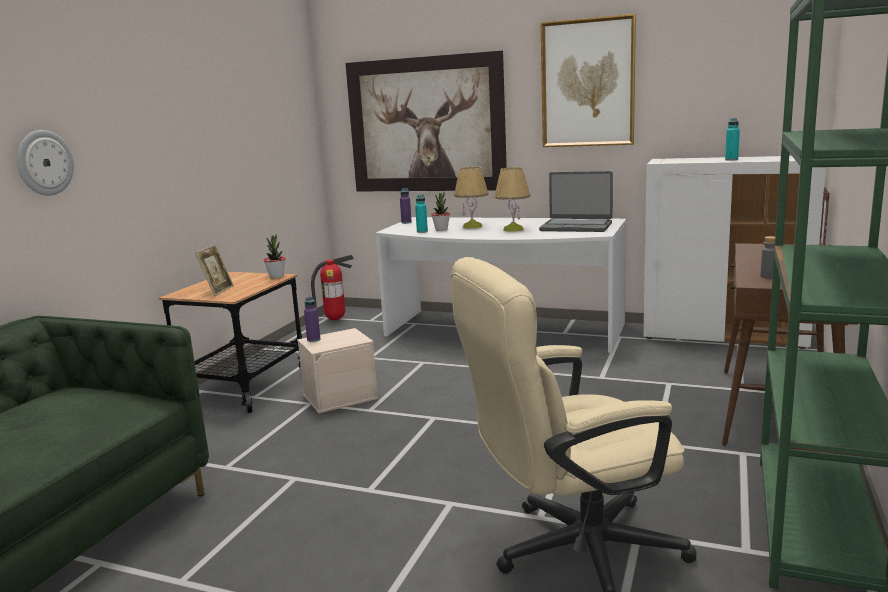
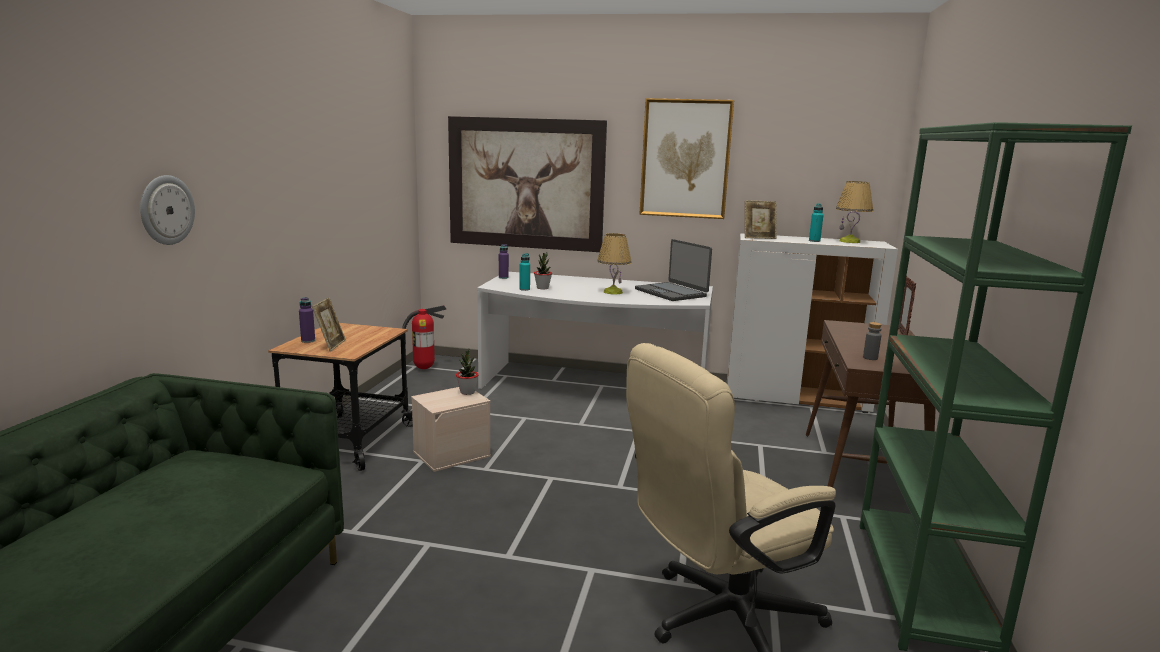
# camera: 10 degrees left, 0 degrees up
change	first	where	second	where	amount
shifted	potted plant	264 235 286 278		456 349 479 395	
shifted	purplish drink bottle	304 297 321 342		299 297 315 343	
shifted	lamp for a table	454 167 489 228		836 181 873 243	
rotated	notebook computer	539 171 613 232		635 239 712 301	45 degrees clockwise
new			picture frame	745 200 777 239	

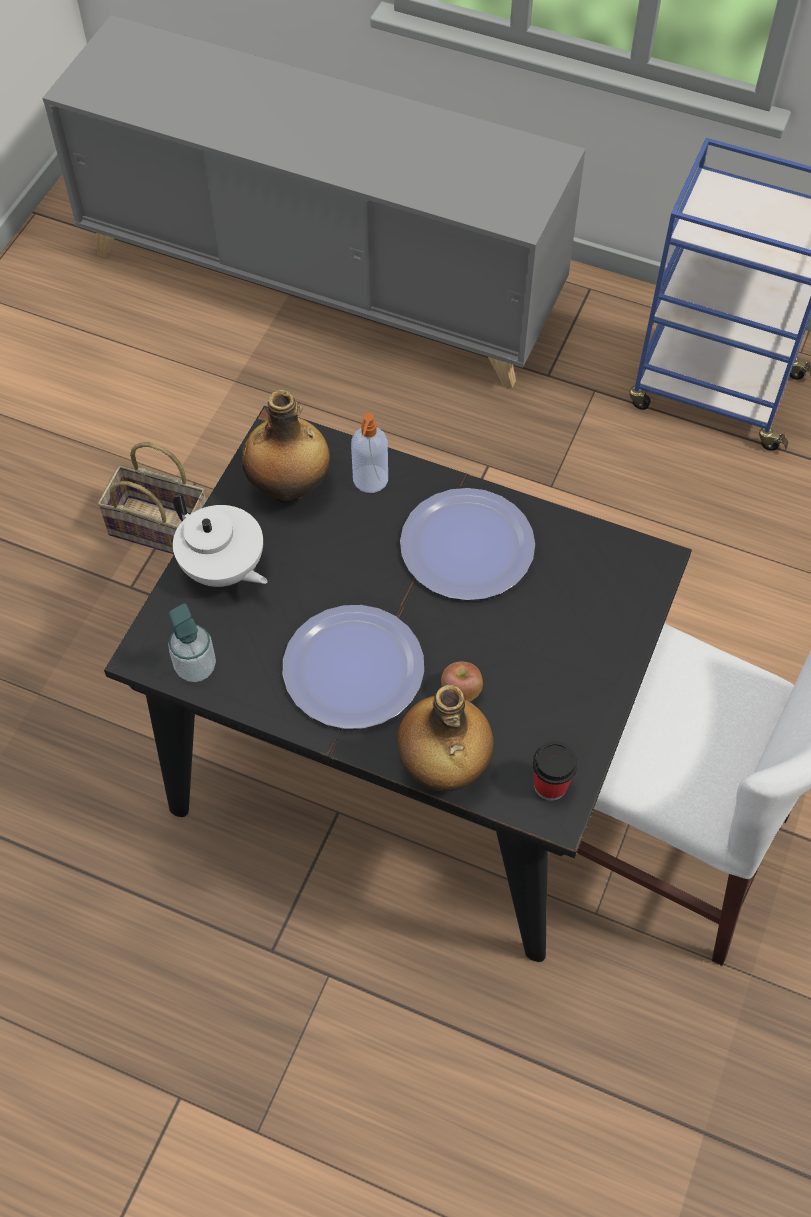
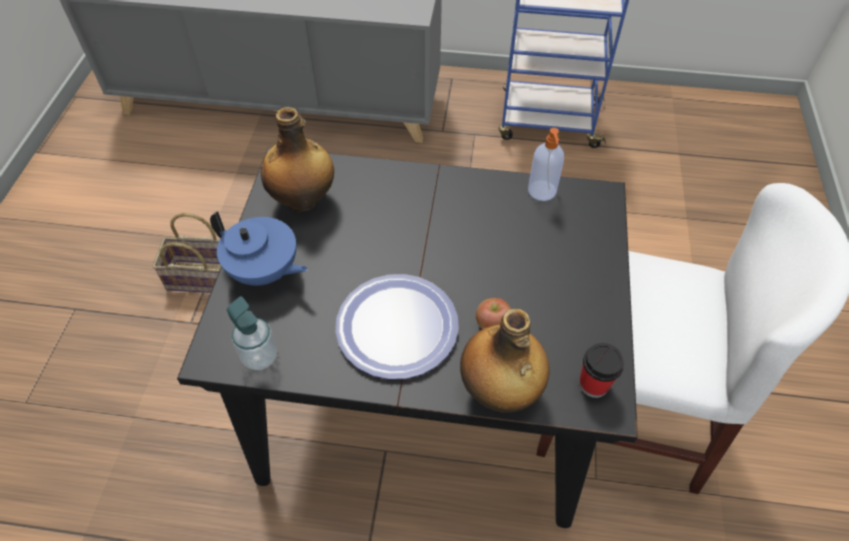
# camera: 15 degrees left, 5 degrees down
change	first	where	second	where	amount
repainted	white teapot	173 494 268 587	blue teapot	210 211 308 286	
shifted	soap bottle	351 413 388 493		528 128 564 201	
gone	plate	400 488 535 601			

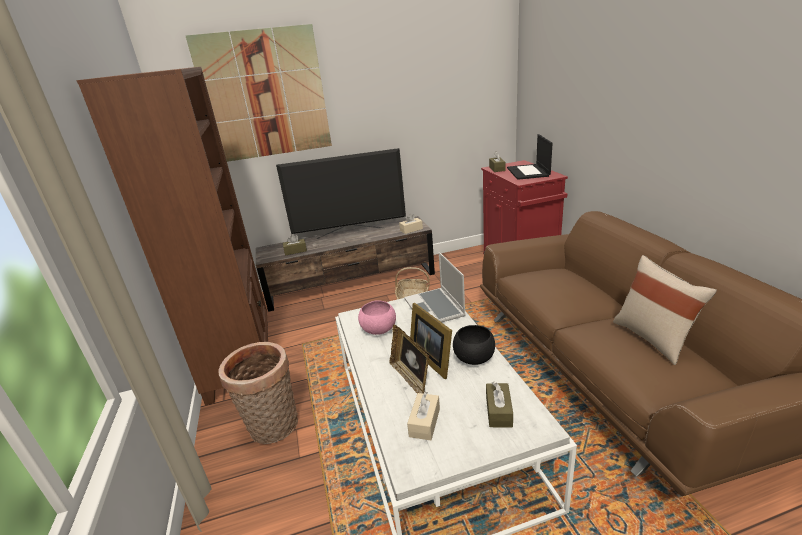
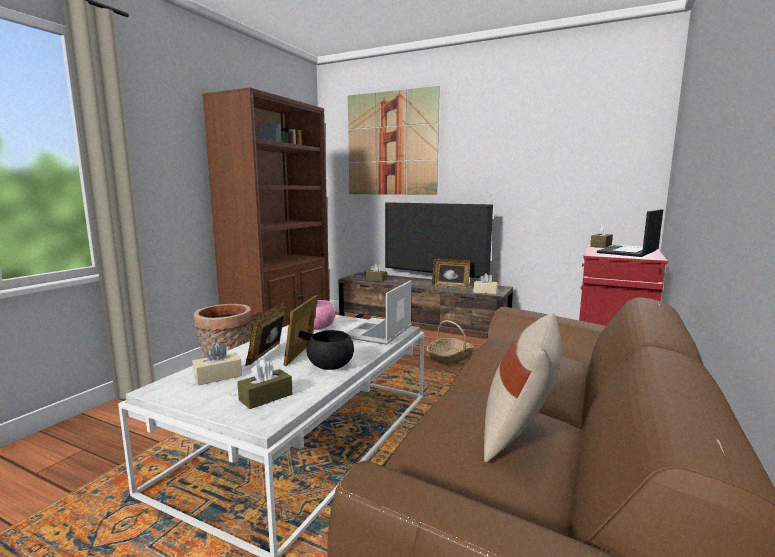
# camera: 40 degrees right, 15 degrees down
change	first	where	second	where	amount
new			picture frame	432 259 470 289	

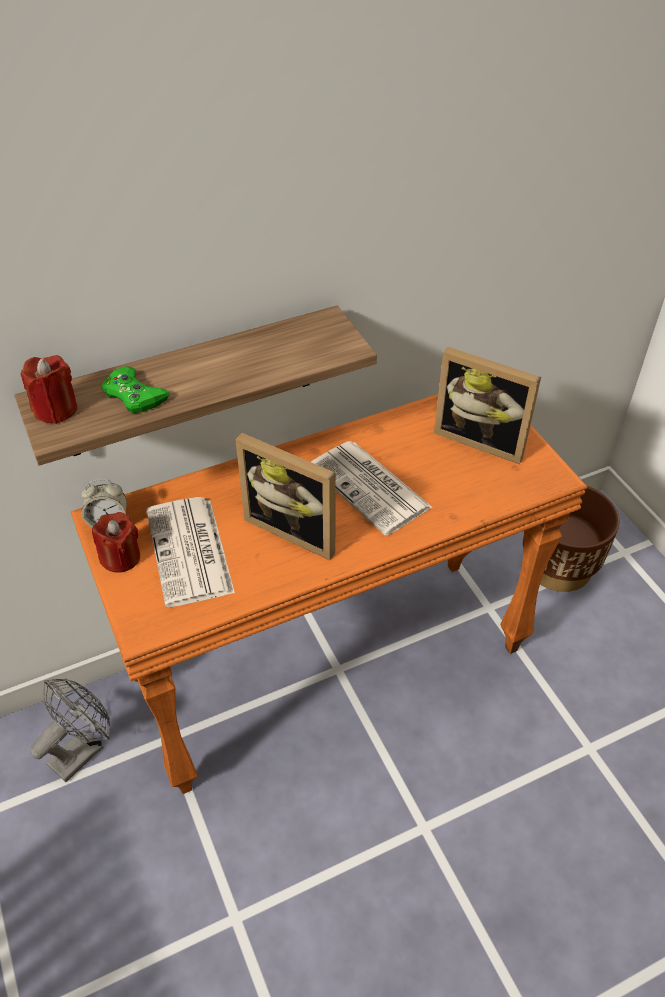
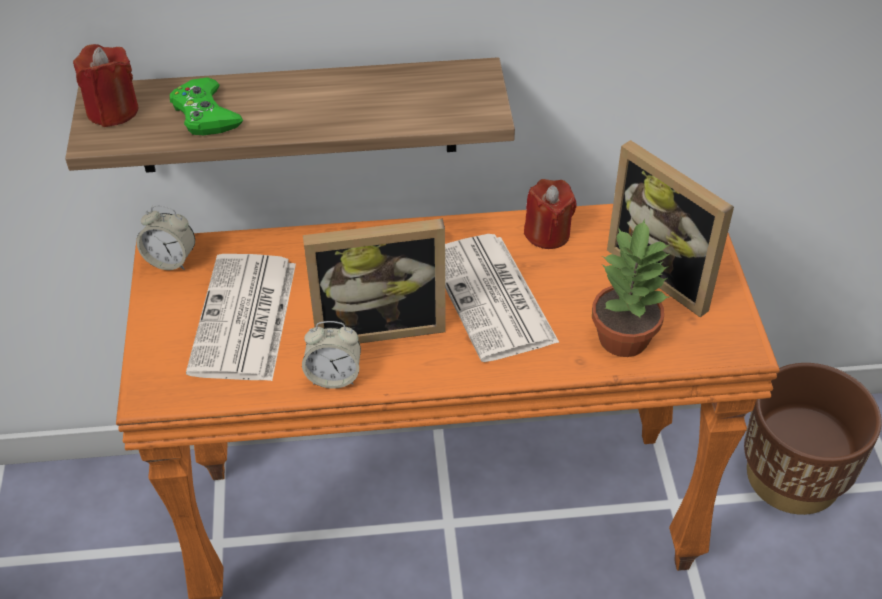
# camera: 20 degrees right, 0 degrees up
change	first	where	second	where	amount
gone	grey cooling fan	30 679 110 782			
shifted	reddish wax candle	92 512 140 573		524 179 577 249	
rotated	picture frame	235 433 336 560		303 218 446 343	60 degrees counterclockwise
new			bedside clock	302 321 361 389	
new			potted plant	592 218 670 357	

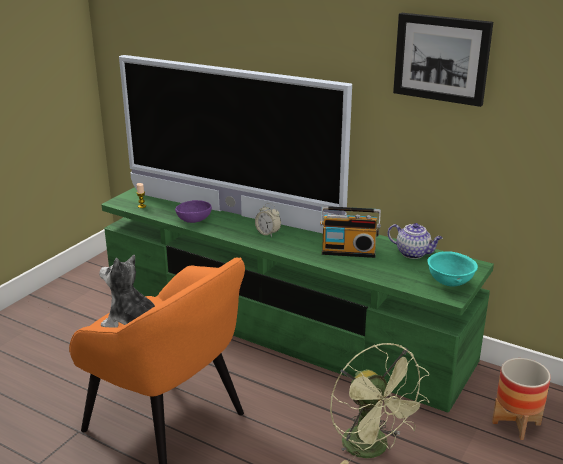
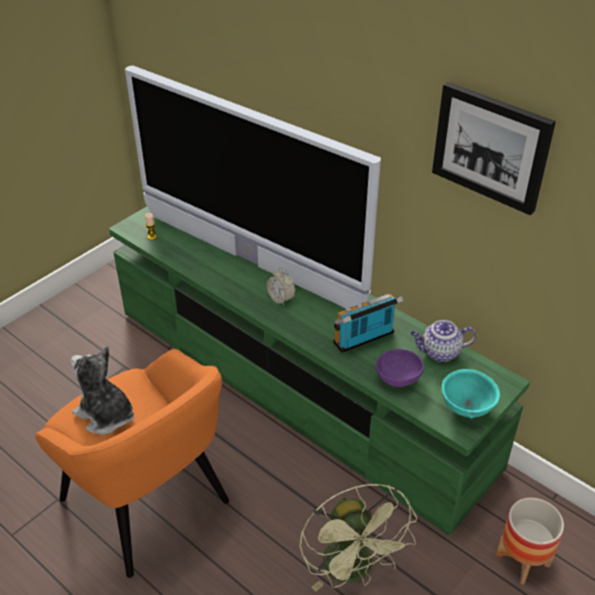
# camera: 10 degrees right, 15 degrees up
change	first	where	second	where	amount
shifted	purplish serving bowl	175 200 212 223		376 349 424 387	
rotated	radio set	320 206 381 258		333 294 404 353	135 degrees clockwise
rotated	teapot	388 223 443 259		411 320 476 362	135 degrees clockwise

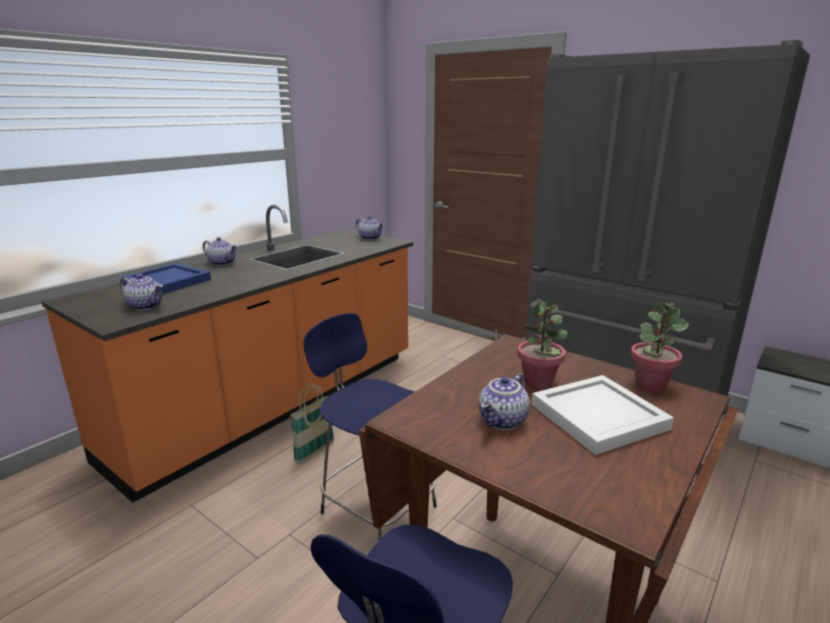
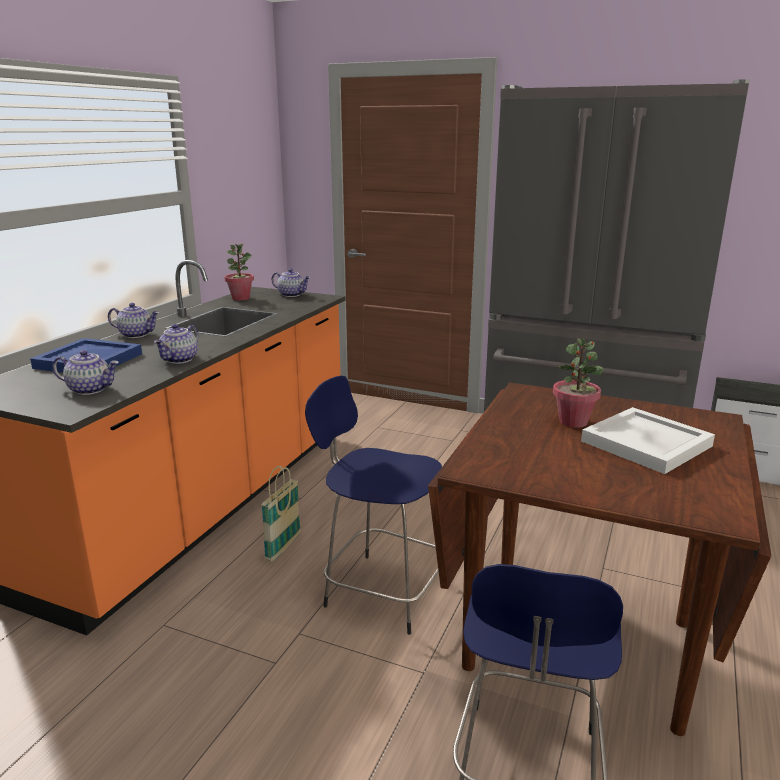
# camera: 15 degrees left, 0 degrees up
change	first	where	second	where	amount
shifted	teapot	479 373 530 430		154 324 198 364	
shifted	potted plant	631 302 689 392		225 244 254 301	

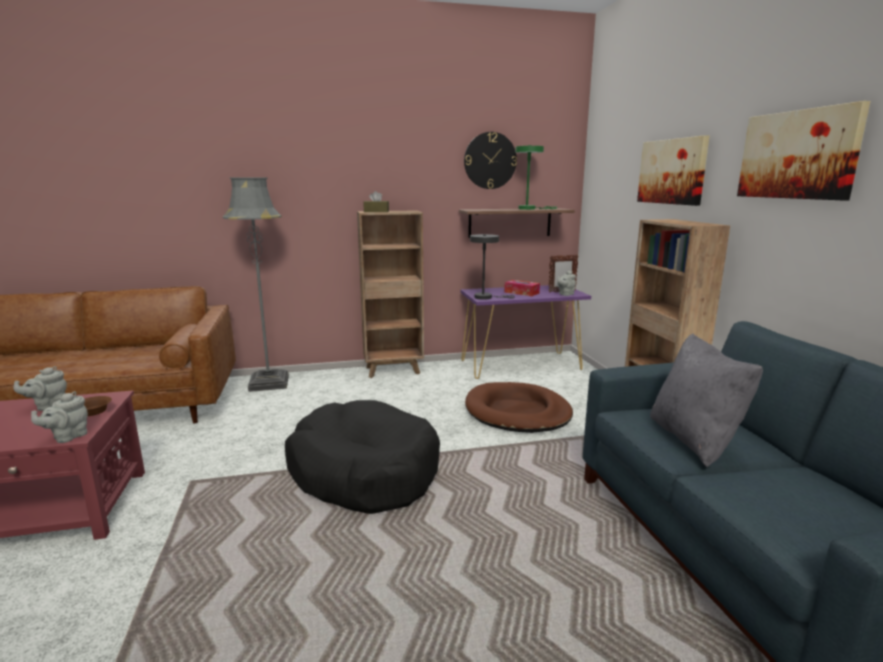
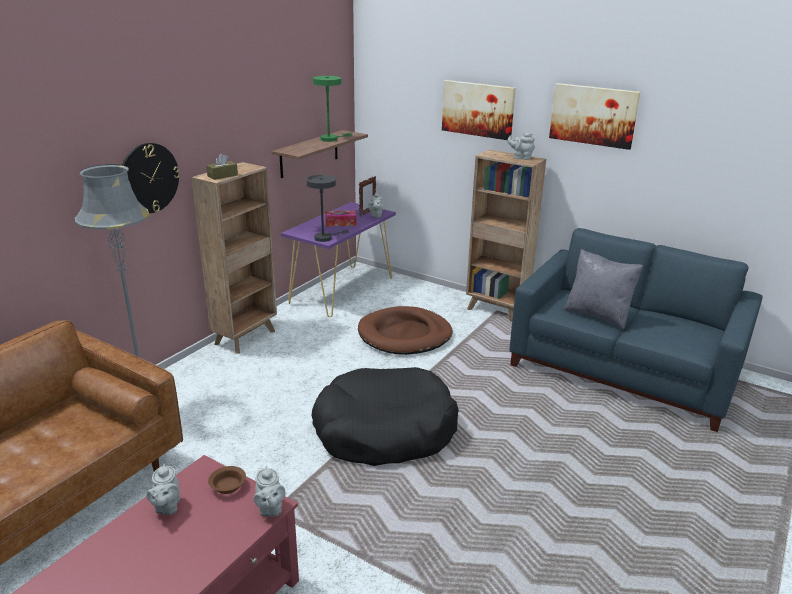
# camera: 45 degrees left, 10 degrees up
change	first	where	second	where	amount
shifted	wall clock	464 132 517 189		122 143 180 213	
new			grey teapot	507 133 535 160	

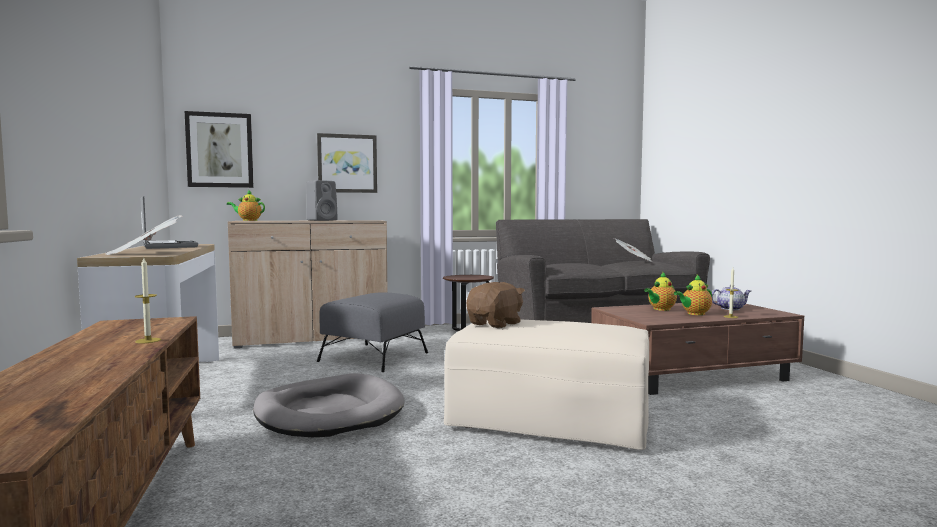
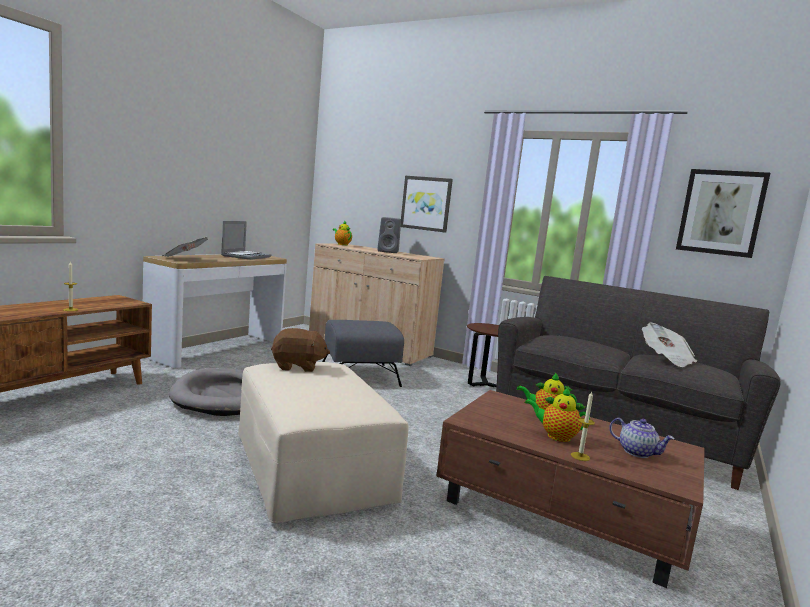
# camera: 45 degrees right, 5 degrees up
change	first	where	second	where	amount
shifted	wall art	185 111 254 188		676 169 770 258	

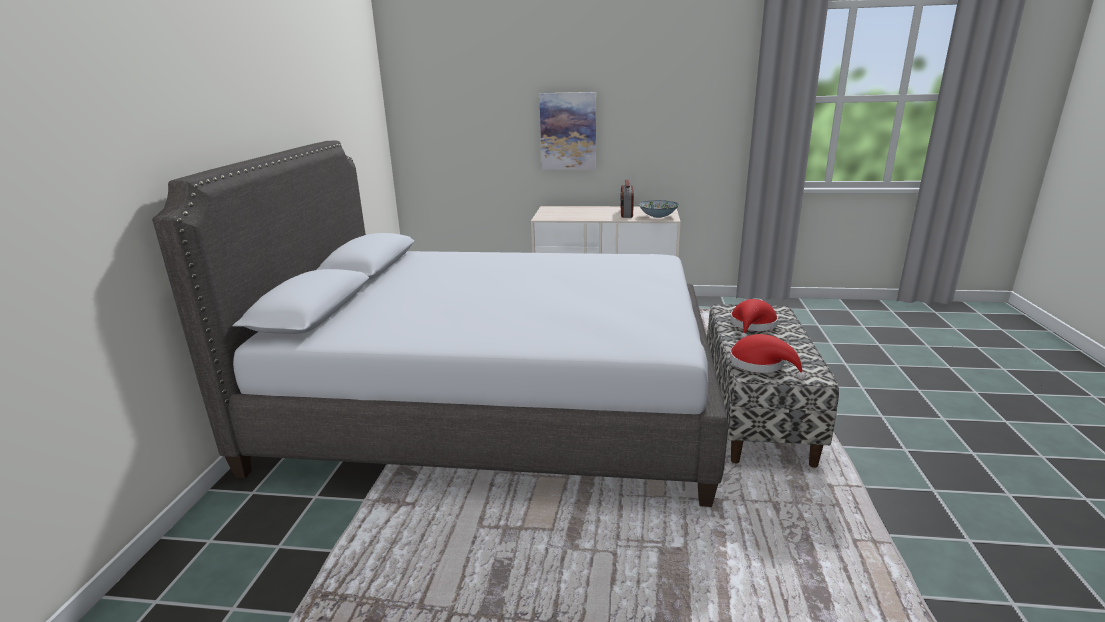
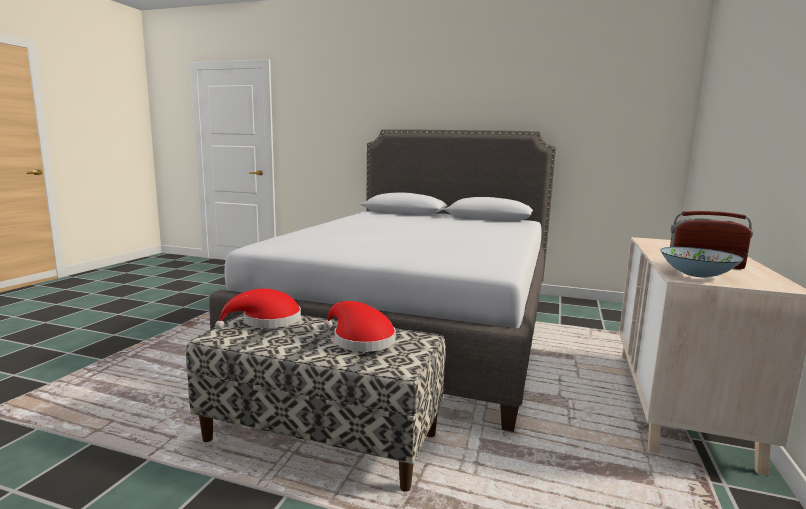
# camera: 100 degrees right, 10 degrees down
change	first	where	second	where	amount
gone	wall art	539 92 596 169			

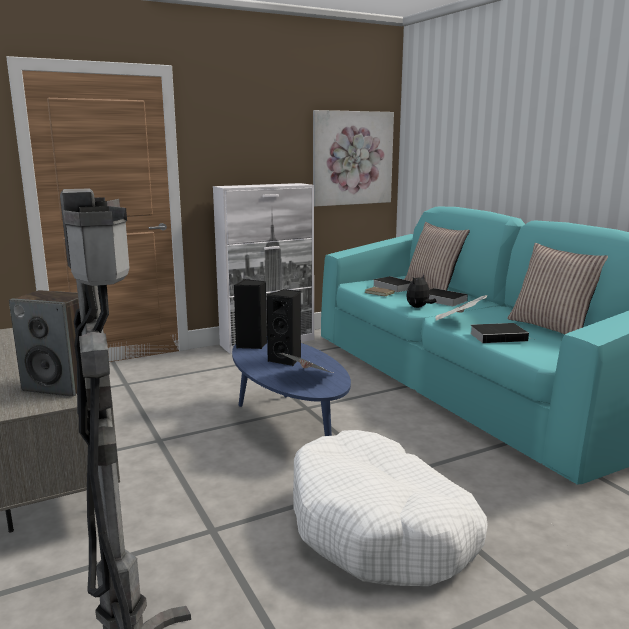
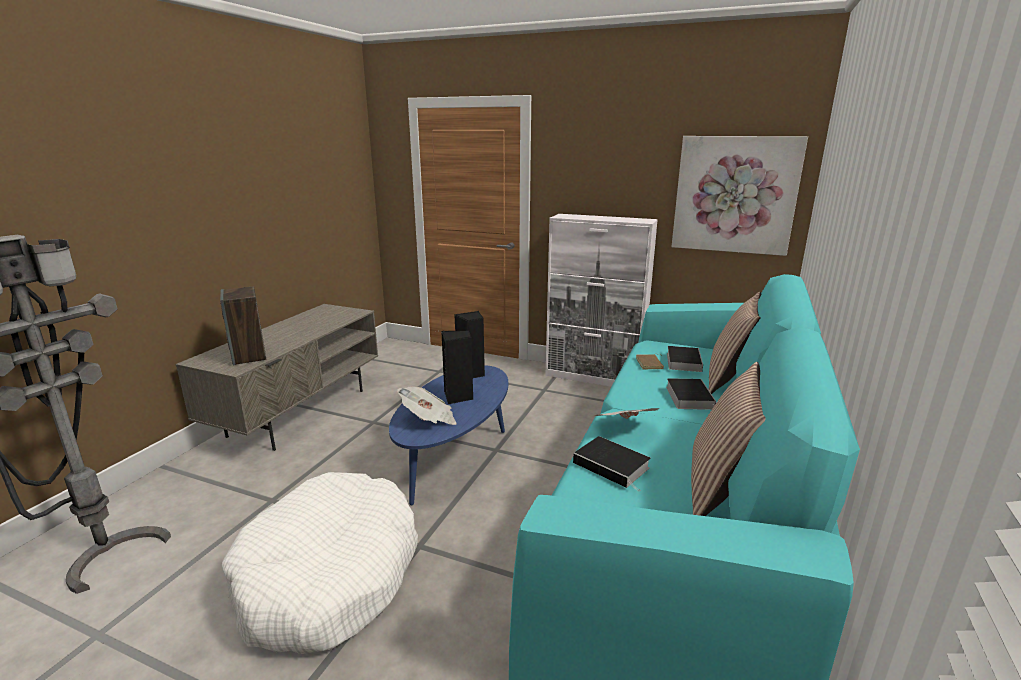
# camera: 50 degrees right, 5 degrees up
change	first	where	second	where	amount
gone	cuddly toy	406 274 436 308			

